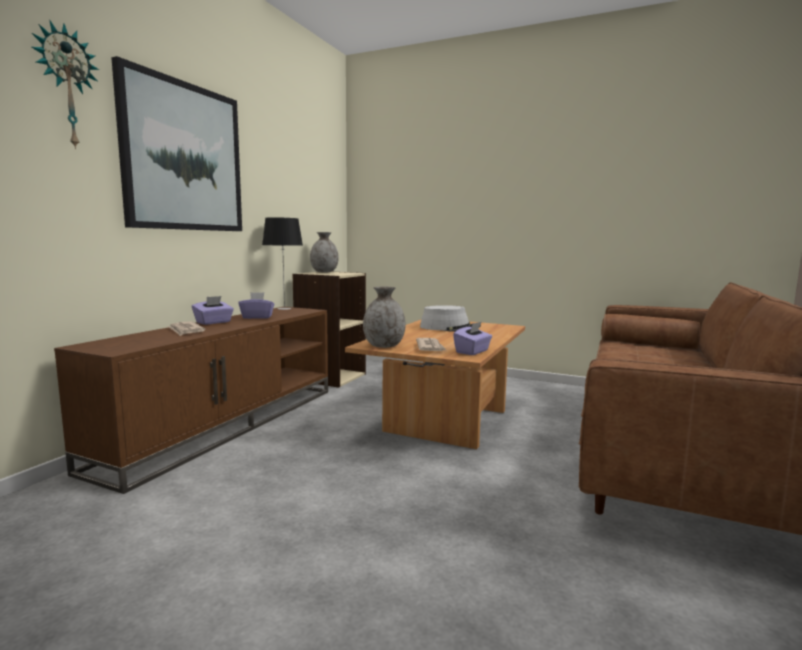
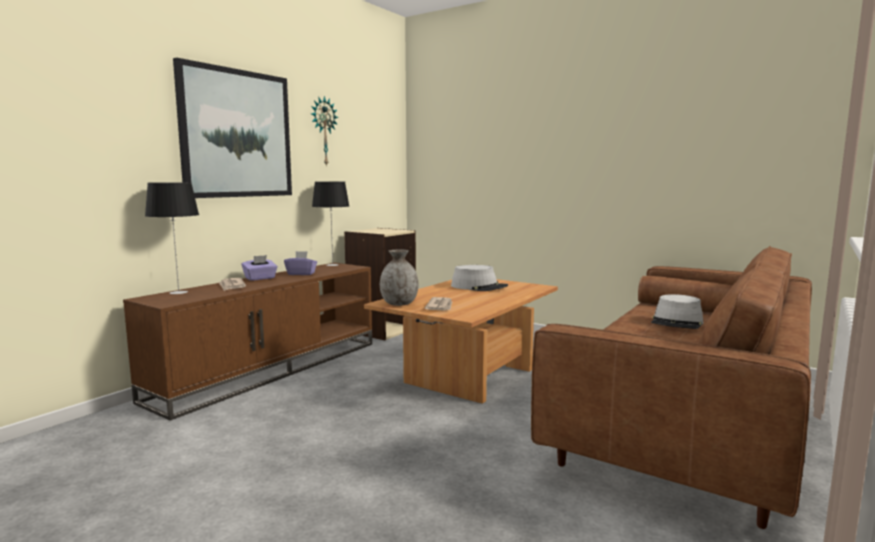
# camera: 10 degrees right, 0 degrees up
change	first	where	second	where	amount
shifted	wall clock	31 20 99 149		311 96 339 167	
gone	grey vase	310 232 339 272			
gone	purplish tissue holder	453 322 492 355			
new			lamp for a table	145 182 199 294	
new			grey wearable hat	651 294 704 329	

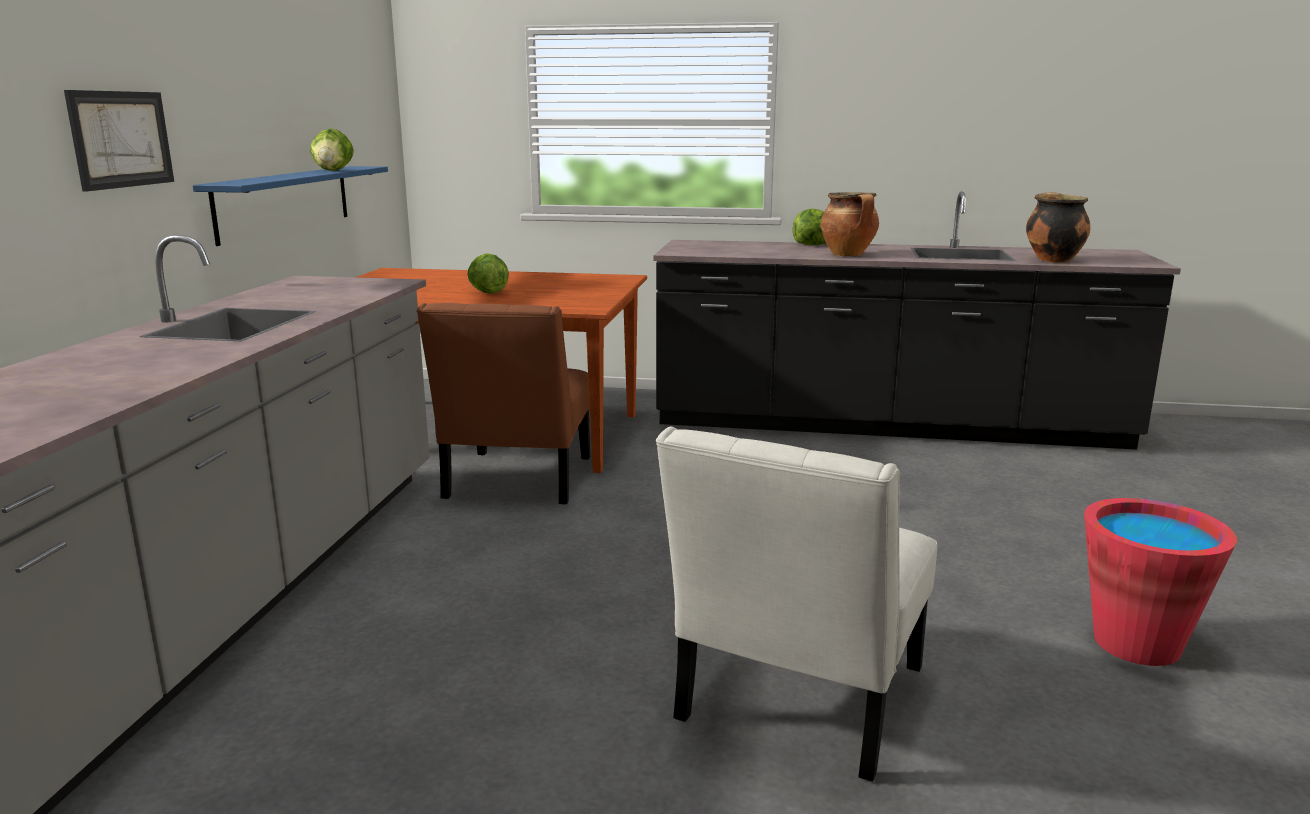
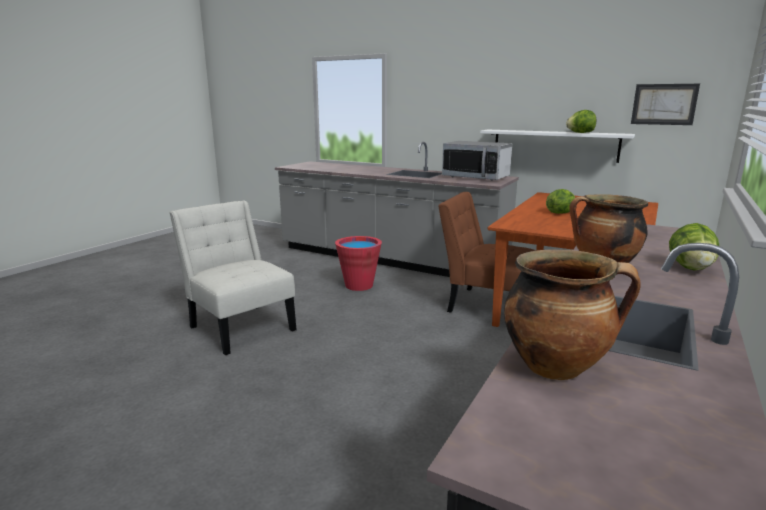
# camera: 110 degrees right, 0 degrees up
change	first	where	second	where	amount
shifted	wall art	64 90 174 192		631 84 700 125	
repainted	blue wall shelf	193 166 388 246	white wall shelf	480 129 635 163	
shifted	reddish pail	1084 498 1237 666		335 236 382 291	
new			microwave	442 141 512 181	

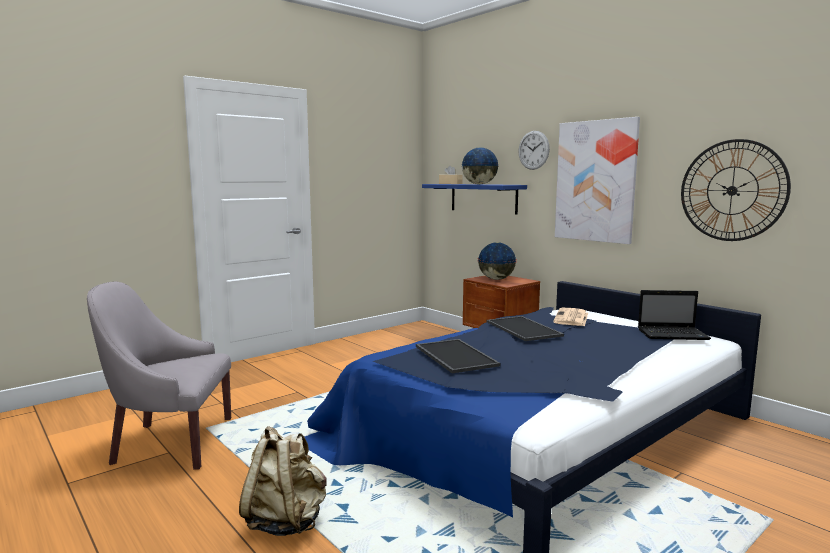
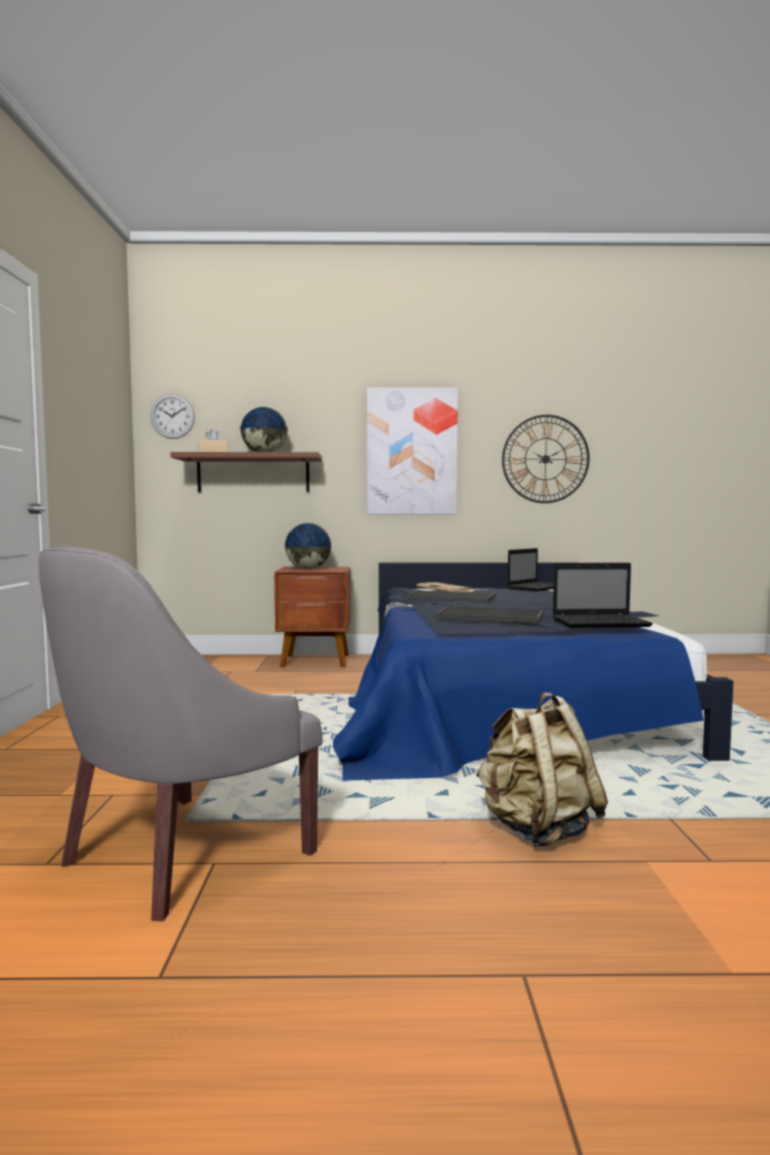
# camera: 50 degrees left, 5 degrees down
change	first	where	second	where	amount
repainted	blue wall shelf	422 184 527 214	brown-coloured wall shelf	170 452 322 492	
shifted	wall clock	518 131 550 170		150 394 195 439	
new			notebook computer	553 563 653 628	

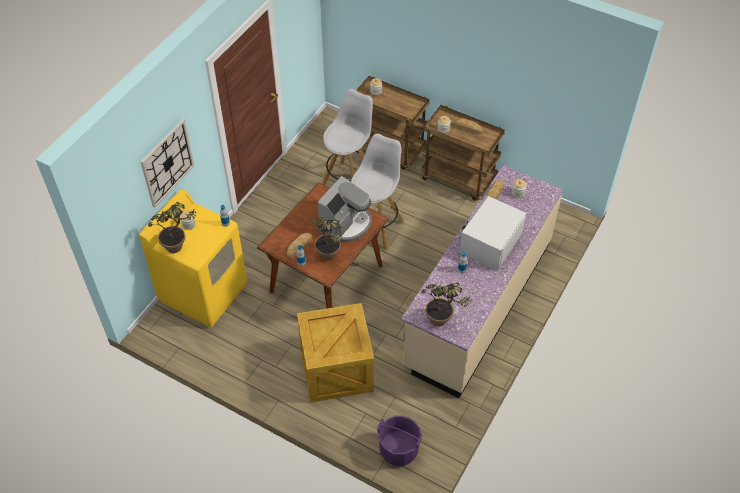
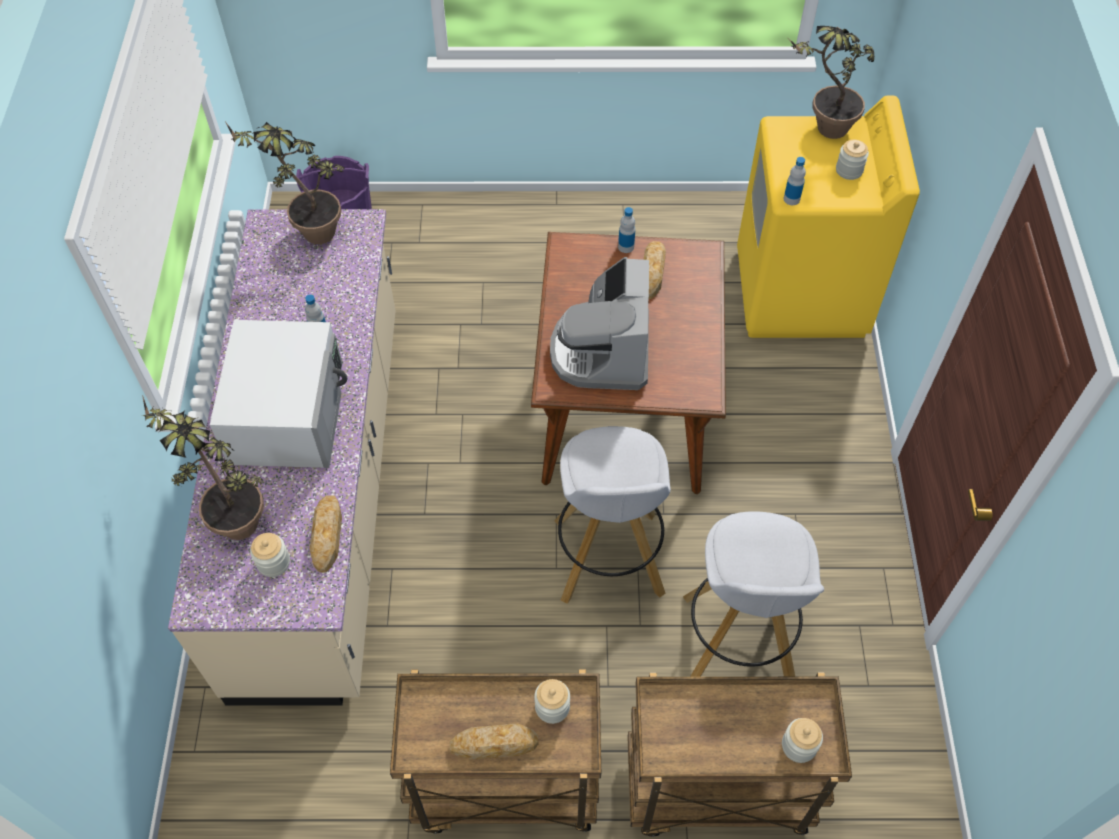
# camera: 150 degrees right, 5 degrees up
change	first	where	second	where	amount
gone	wall clock	141 119 194 207			
gone	crate	297 303 374 403			
shifted	potted plant	312 217 343 261		142 395 264 540	

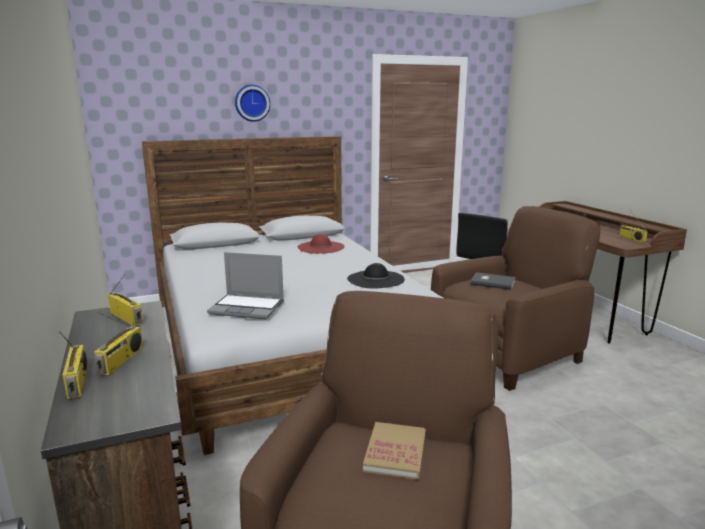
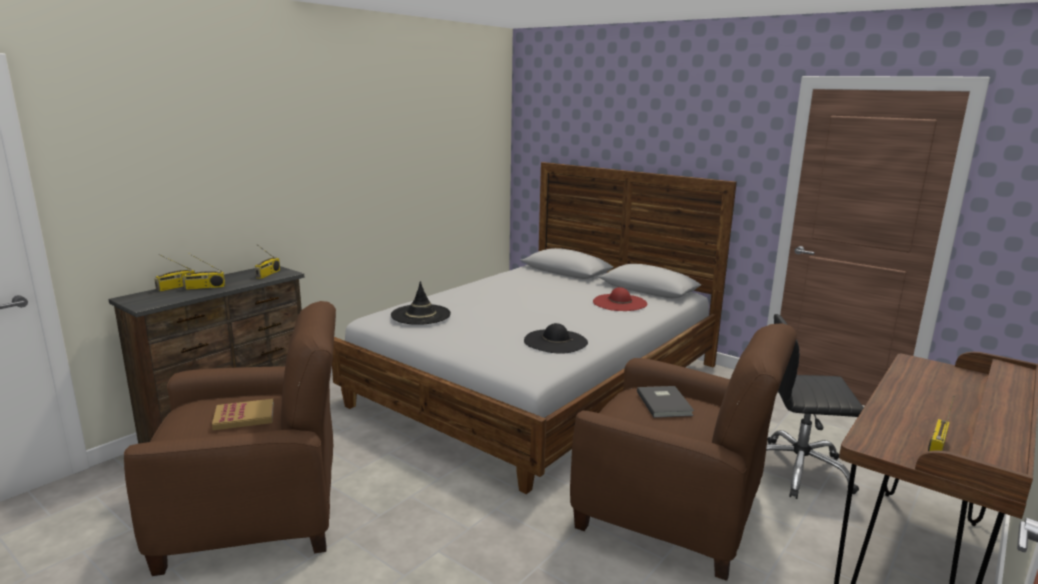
# camera: 60 degrees right, 0 degrees up
change	first	where	second	where	amount
swapped	notebook computer	207 252 284 319	black-coloured wearable hat	391 281 451 325	
gone	wall clock	235 85 270 122			

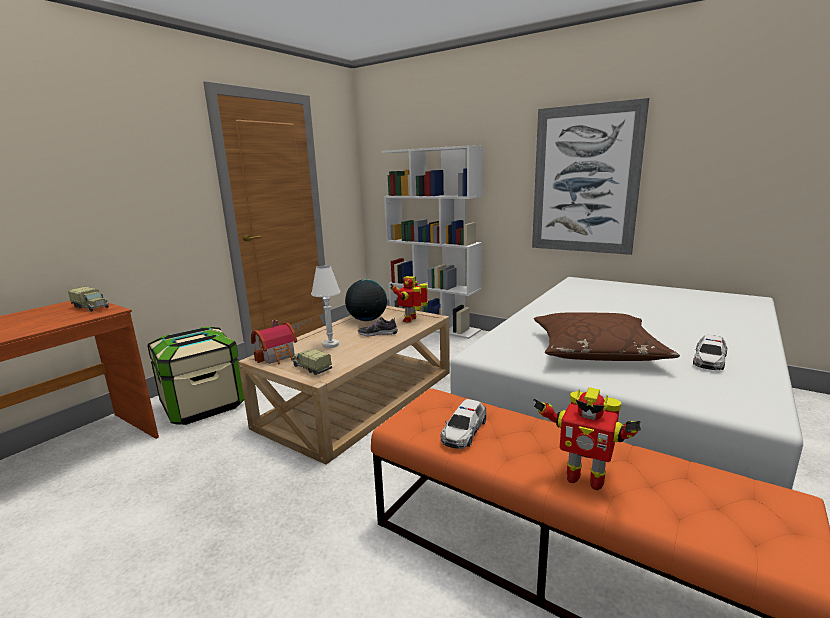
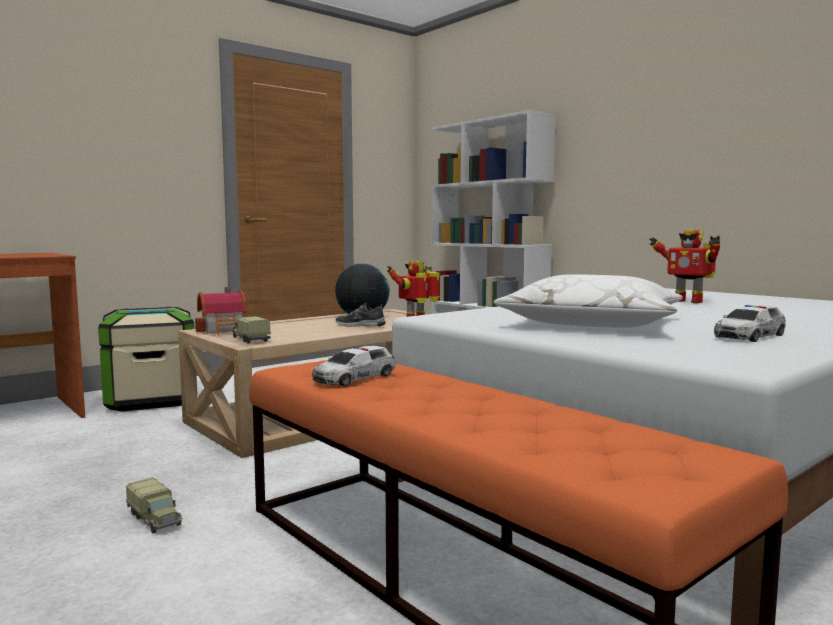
# camera: 15 degrees right, 10 degrees down
change	first	where	second	where	amount
shifted	model truck	68 287 109 312		126 478 182 533	
gone	white lamp for a table	311 265 341 348			
gone	wall art	532 98 649 255			
shifted	toy robot	533 387 641 490		650 230 720 303	
repainted	brown-coloured pillow	534 312 680 361	white pillow	494 274 683 328	

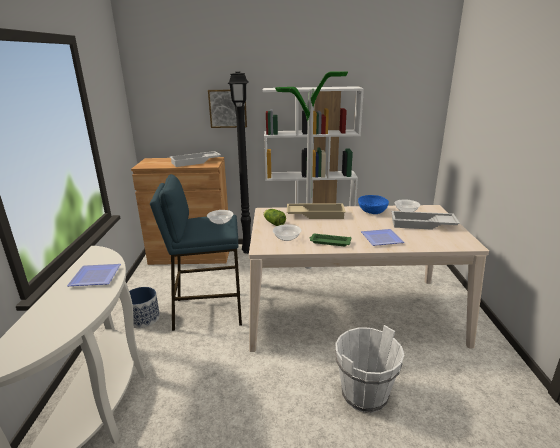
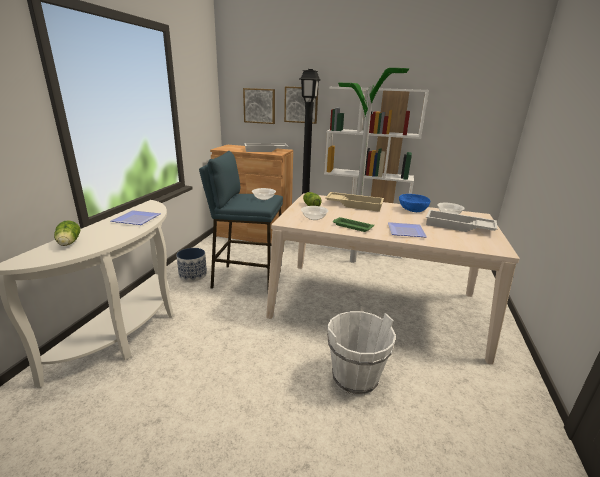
# camera: 15 degrees right, 0 degrees up
change	first	where	second	where	amount
new			head of lettuce	54 220 81 246	
new			wall art	243 88 275 124	

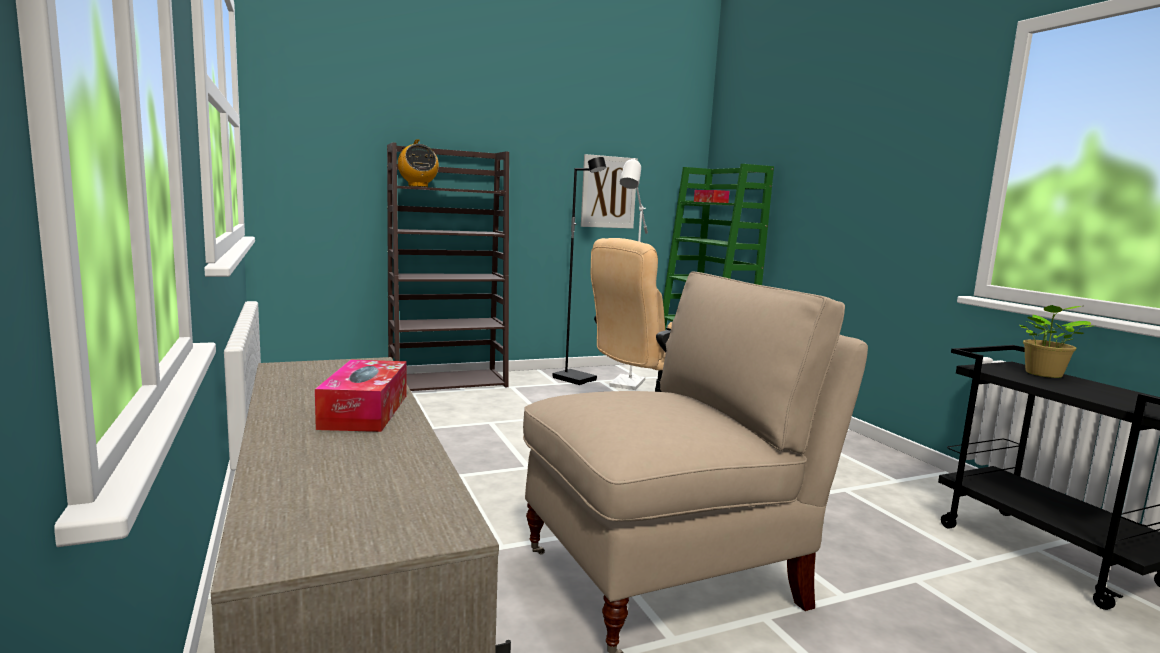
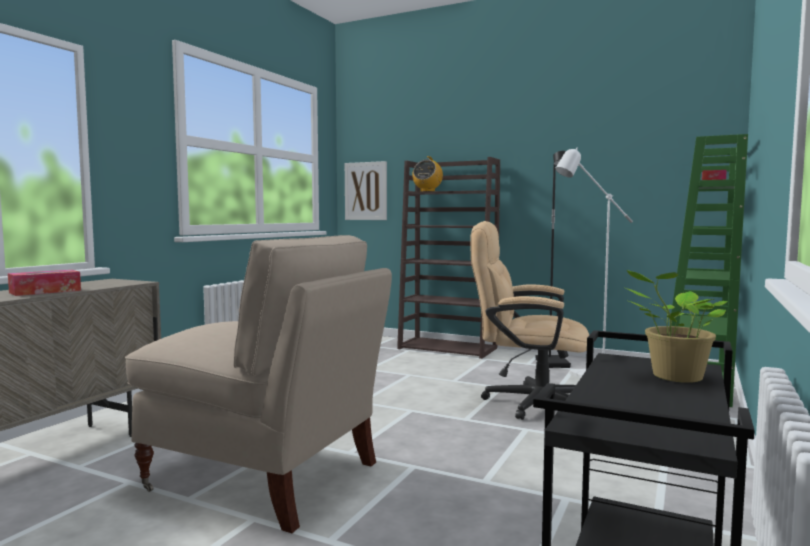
# camera: 50 degrees right, 5 degrees down
change	first	where	second	where	amount
shifted	wall art	581 154 638 229		345 161 387 220	

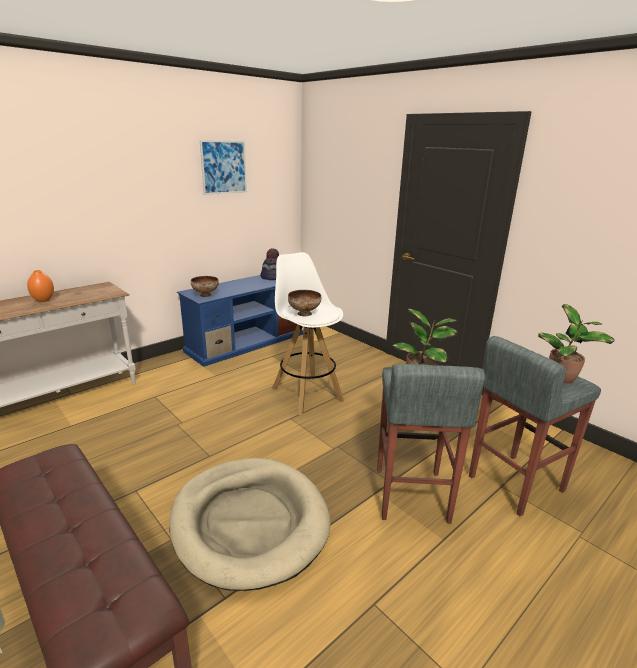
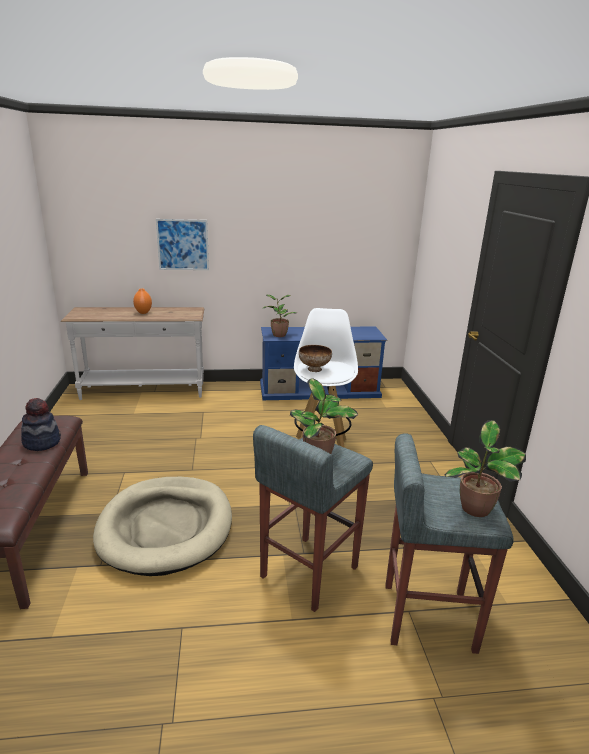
# camera: 35 degrees right, 0 degrees up
change	first	where	second	where	amount
swapped	serving bowl	191 276 219 297	potted plant	261 295 298 337	
shifted	wall art	200 140 247 195		156 219 209 270	
shifted	wearable hat	260 248 279 280		21 398 61 451	

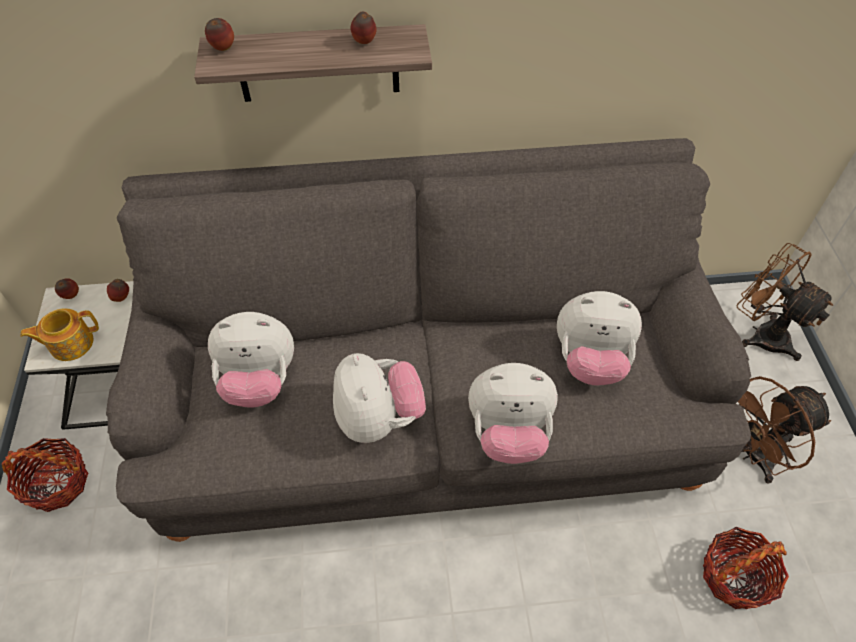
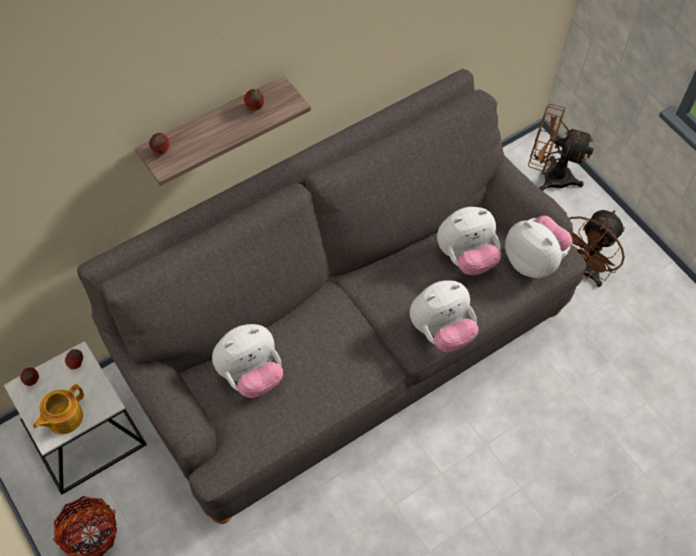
# camera: 30 degrees left, 5 degrees up
change	first	where	second	where	amount
shifted	cuddly toy	333 353 426 443		505 216 573 278	
gone	storage basket	703 527 789 609			

